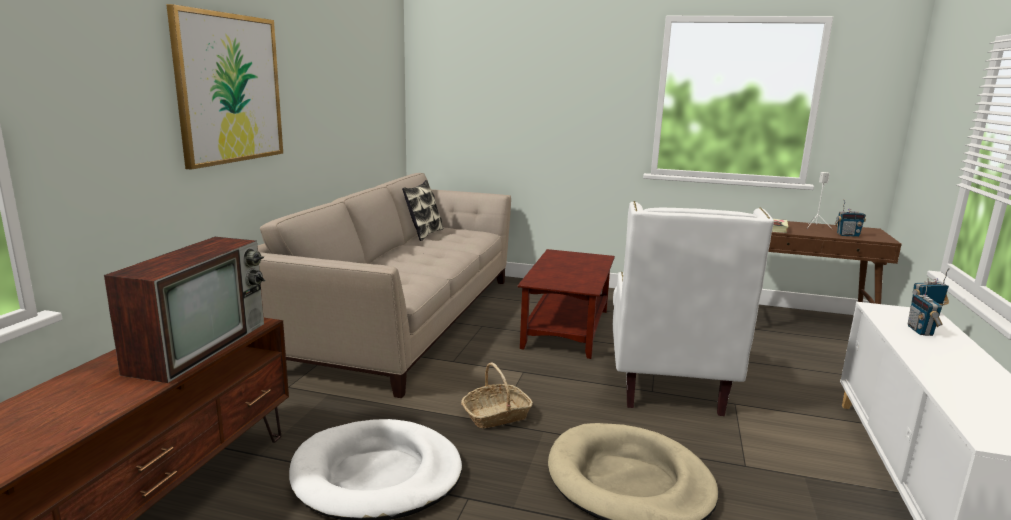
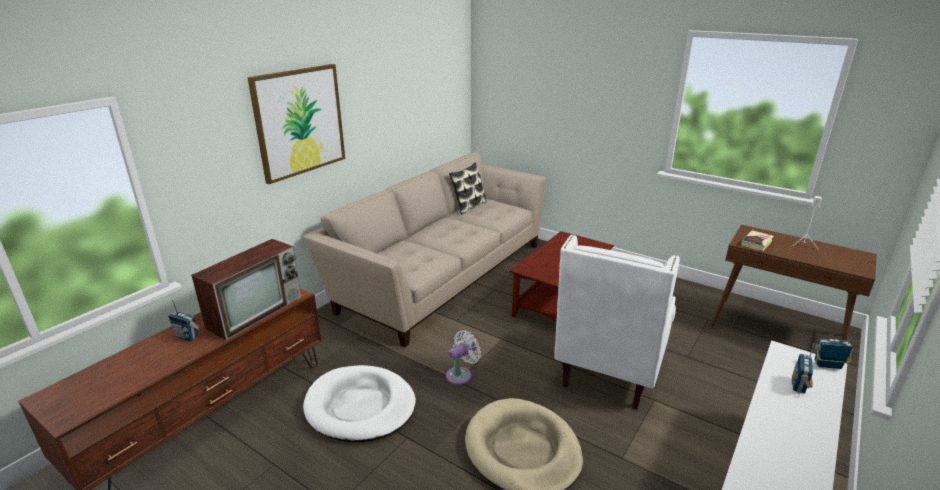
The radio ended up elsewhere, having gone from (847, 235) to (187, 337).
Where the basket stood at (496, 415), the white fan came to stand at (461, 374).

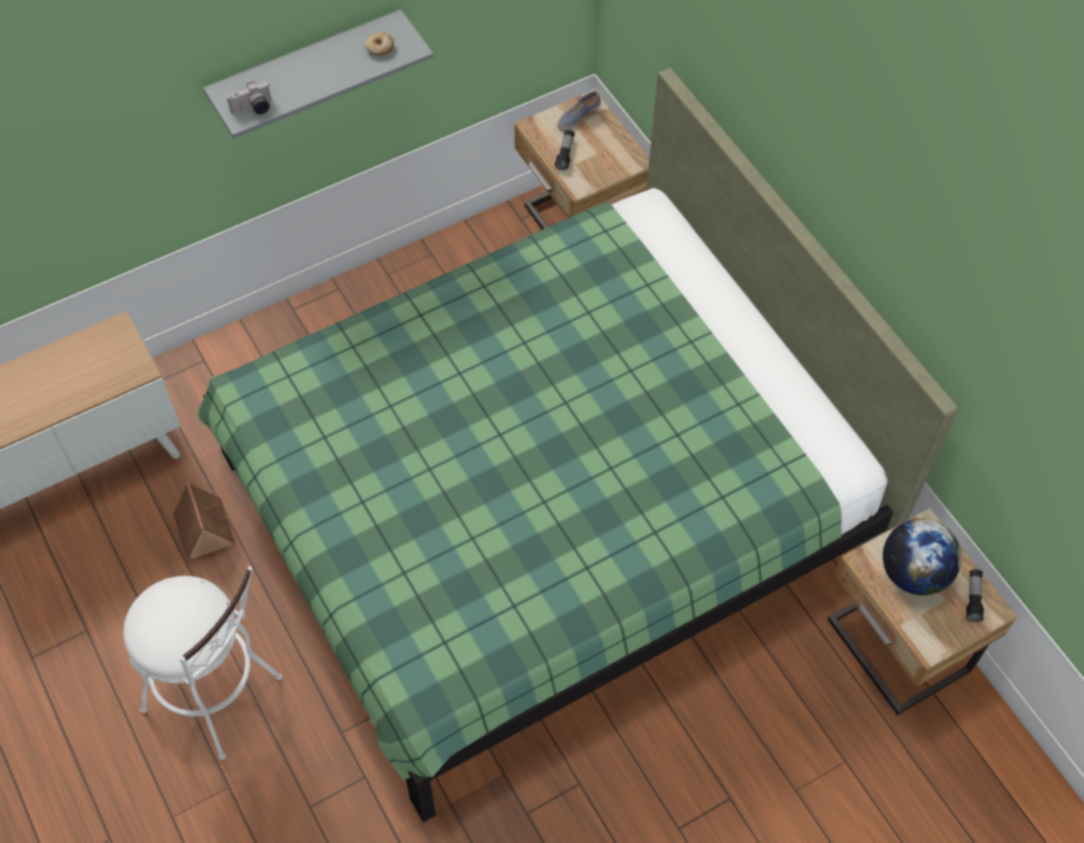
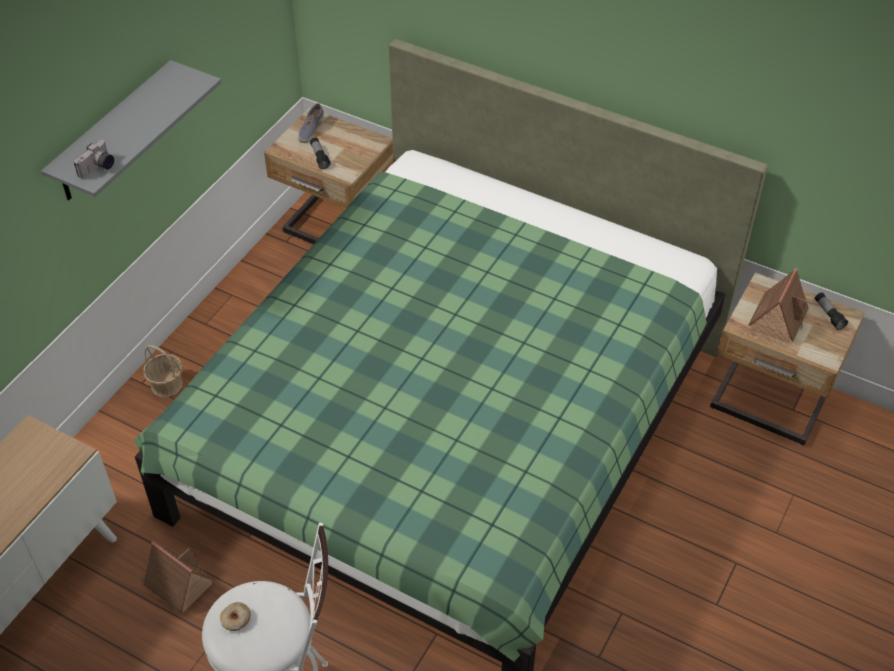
The second view gained the basket at (167, 385).
The donut ended up elsewhere, having gone from (380, 48) to (236, 620).
Where the globe stood at (913, 573), the toy house came to stand at (778, 318).

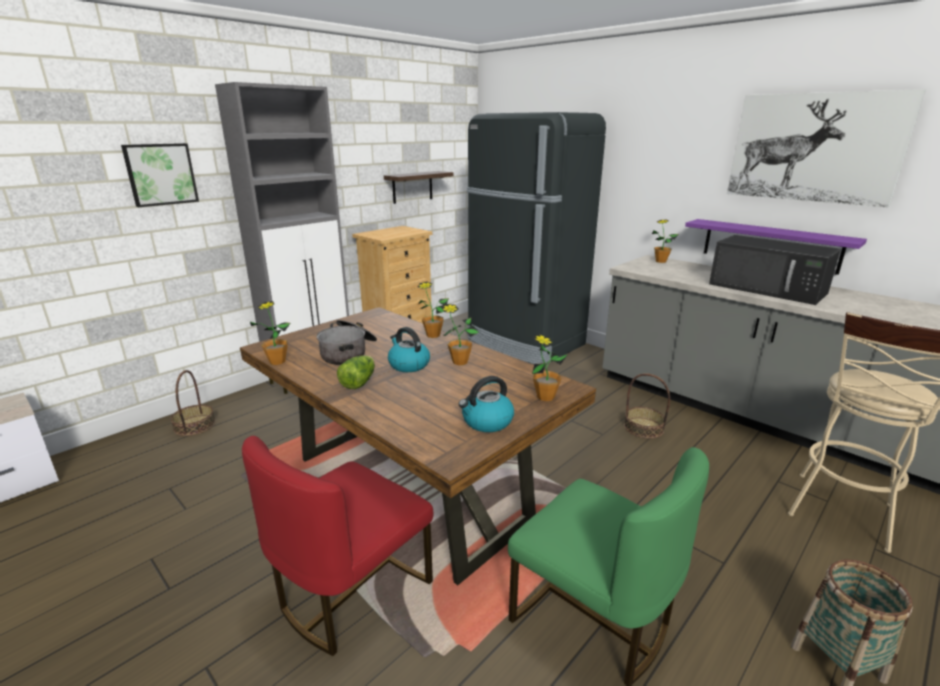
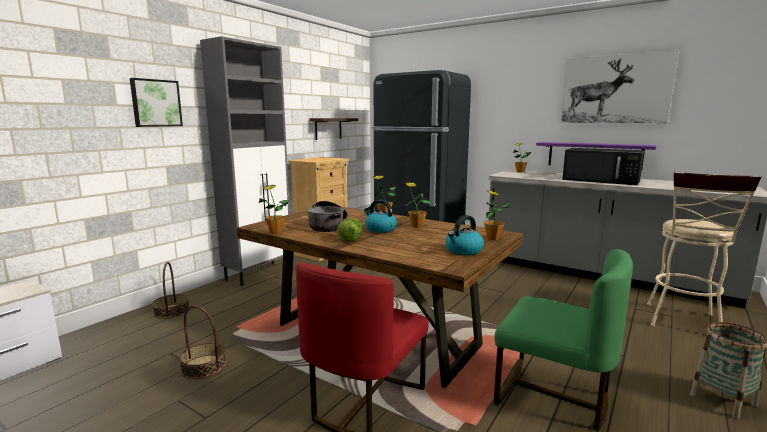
The basket ended up elsewhere, having gone from (643, 428) to (204, 366).

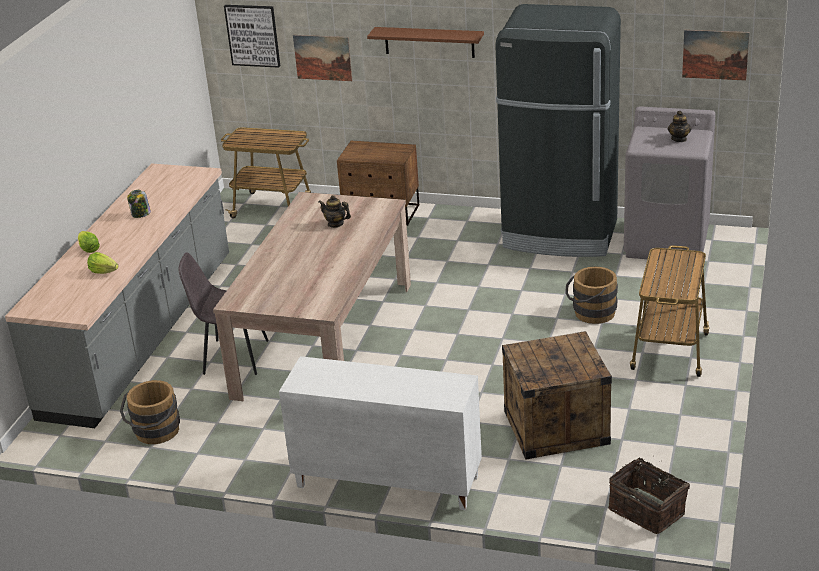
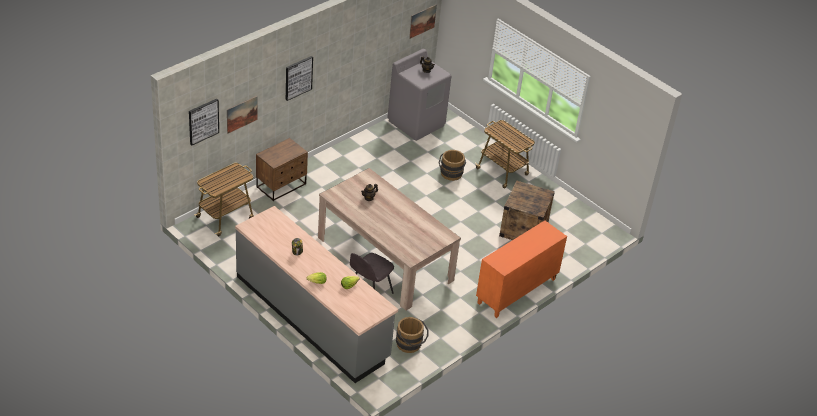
The second view lost the black fridge at (560, 235).
The second view lost the basket at (648, 510).
Where the brown shelf hung at (429, 42), the picture came to hang at (298, 77).
What was the white cabinet at (386, 482) turned into the orange cabinet at (516, 291).

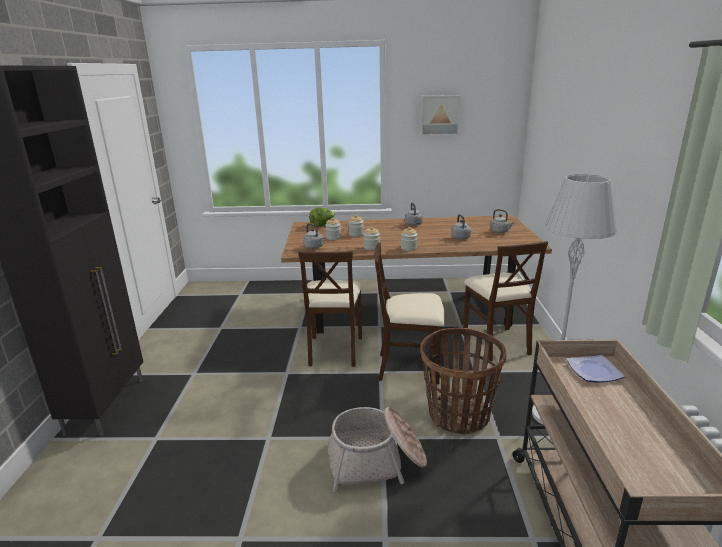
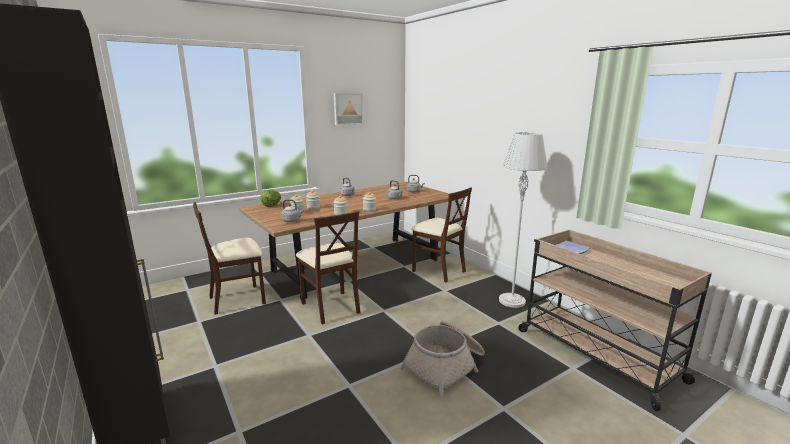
The second view lost the basket at (458, 415).
The beige chair ended up elsewhere, having gone from (409, 367) to (238, 299).

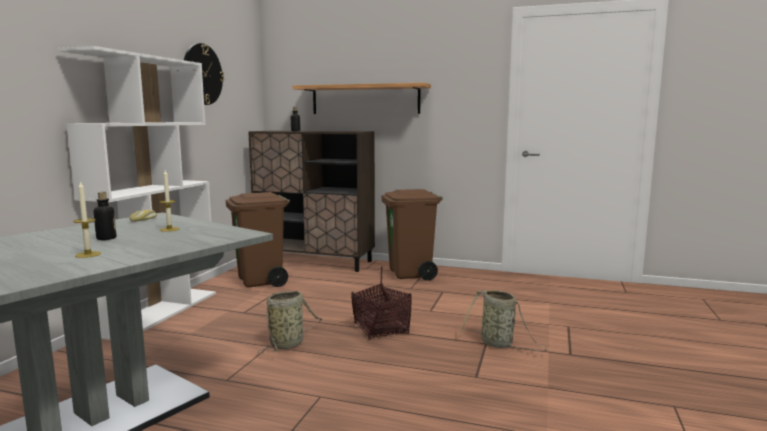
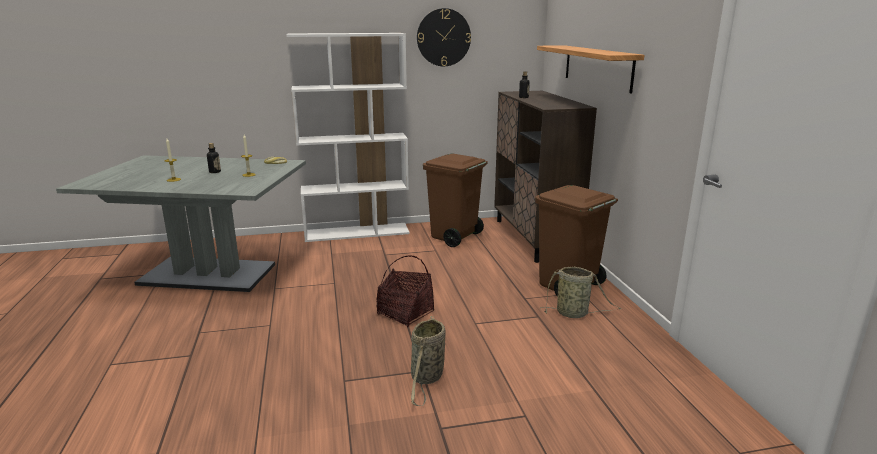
The basket ended up elsewhere, having gone from (288, 343) to (574, 314).

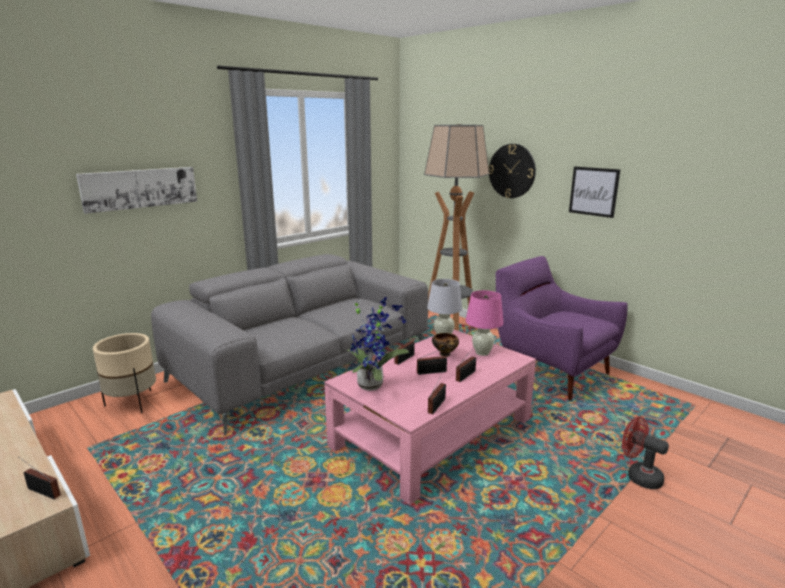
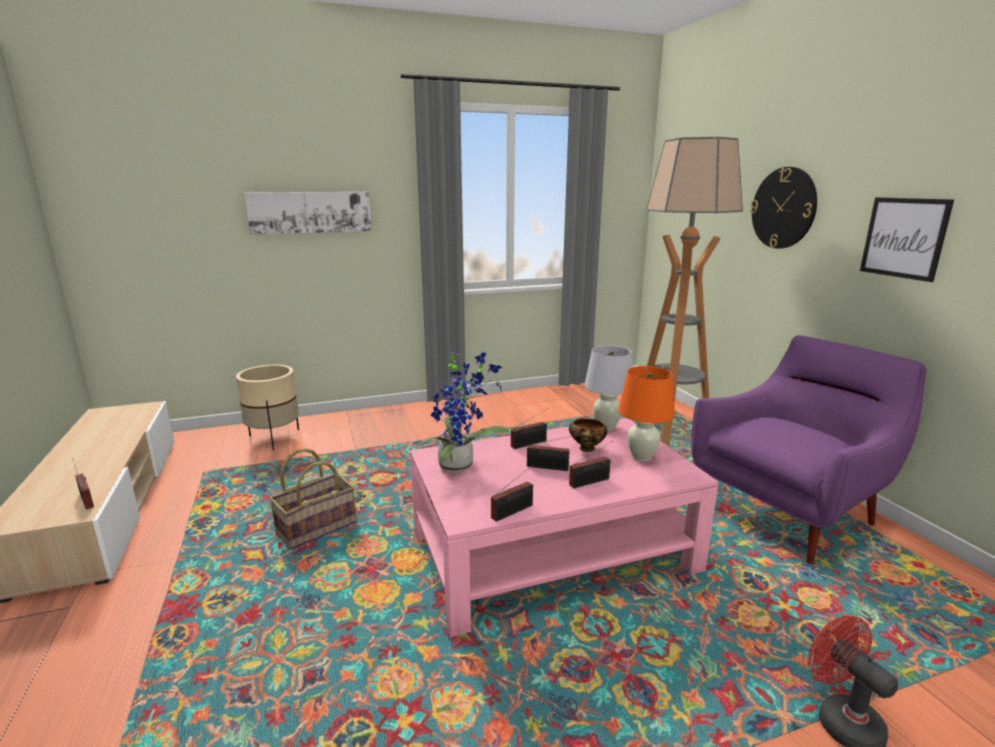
The second view lost the grey sofa at (304, 363).
The second view gained the basket at (316, 527).
What was the pink table lamp at (482, 352) turned into the orange table lamp at (642, 457).
The purple armchair at (550, 371) ended up facing another way, 75 degrees clockwise from before.

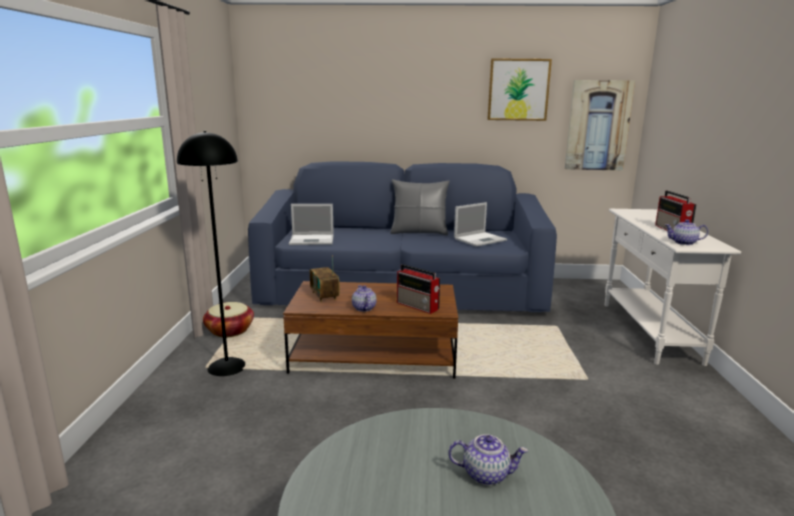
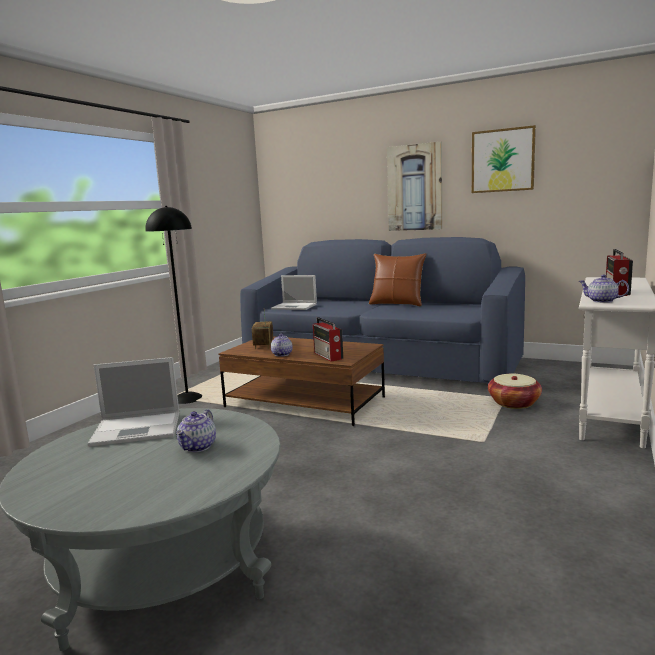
The basket ended up elsewhere, having gone from (230, 331) to (514, 403).
The laptop ended up elsewhere, having gone from (480, 239) to (138, 429).
The picture ended up elsewhere, having gone from (598, 125) to (415, 188).
What was the grey pillow at (419, 232) turned into the brown pillow at (397, 304).
The teapot at (486, 474) ended up facing another way, 75 degrees clockwise from before.

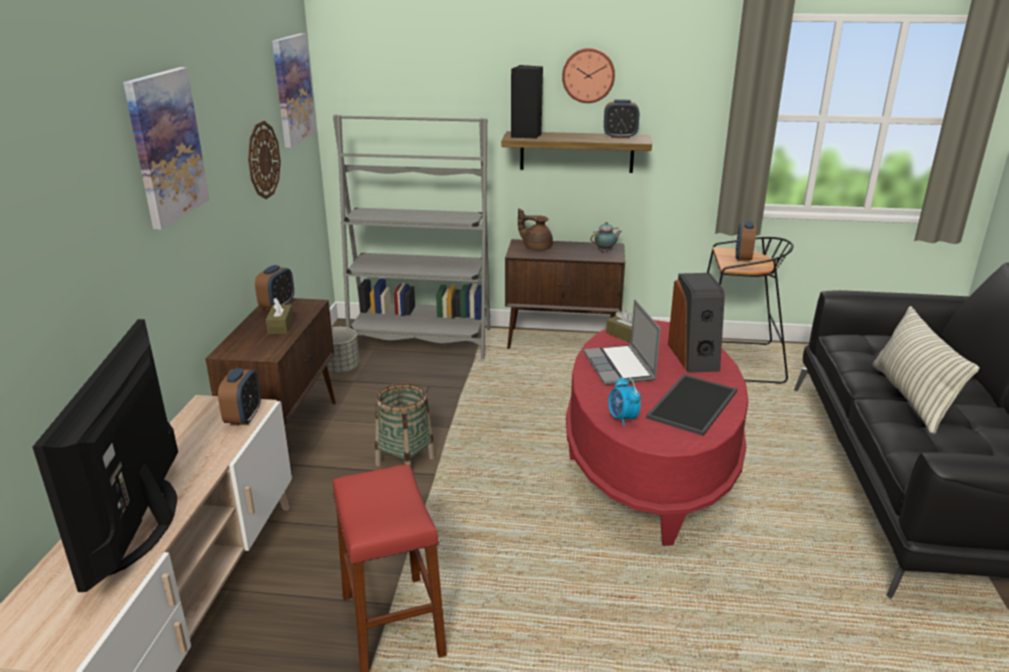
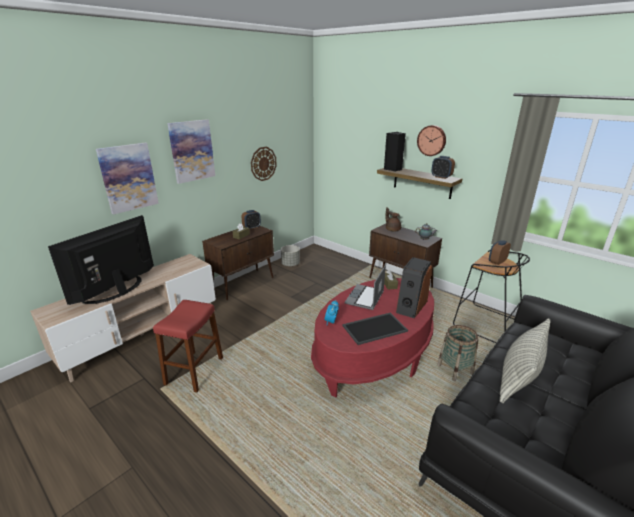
The second view lost the alarm clock at (244, 417).
The second view lost the grey bookcase at (421, 340).
The picture ended up elsewhere, having gone from (292, 89) to (128, 177).
The basket ended up elsewhere, having gone from (405, 461) to (455, 369).

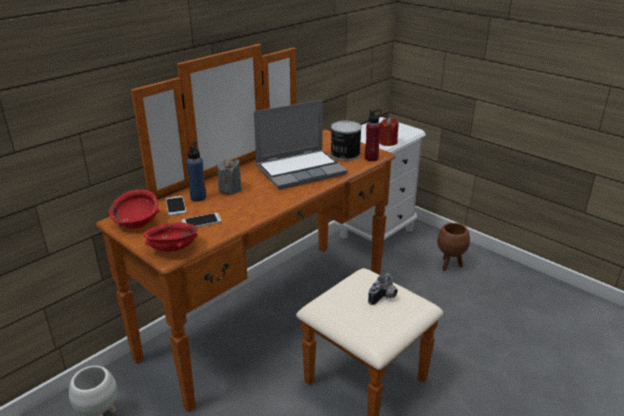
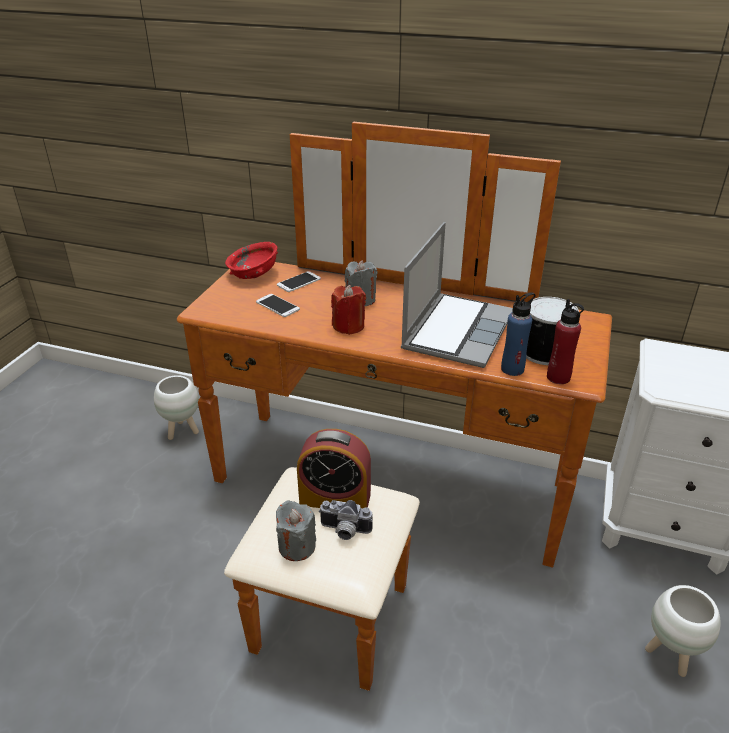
The second view lost the red bowl at (173, 248).
The second view gained the grey candle at (297, 546).
The second view gained the alarm clock at (335, 499).
The blue bottle ended up elsewhere, having gone from (198, 197) to (512, 369).
The red candle ended up elsewhere, having gone from (387, 142) to (348, 326).
What was the brown planter at (450, 265) turned into the white planter at (670, 656).
The laptop at (301, 170) ended up facing another way, 105 degrees counterclockwise from before.

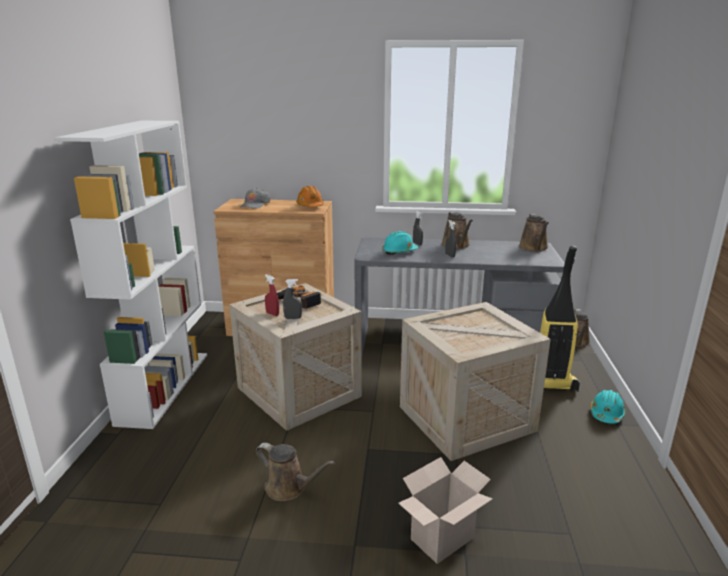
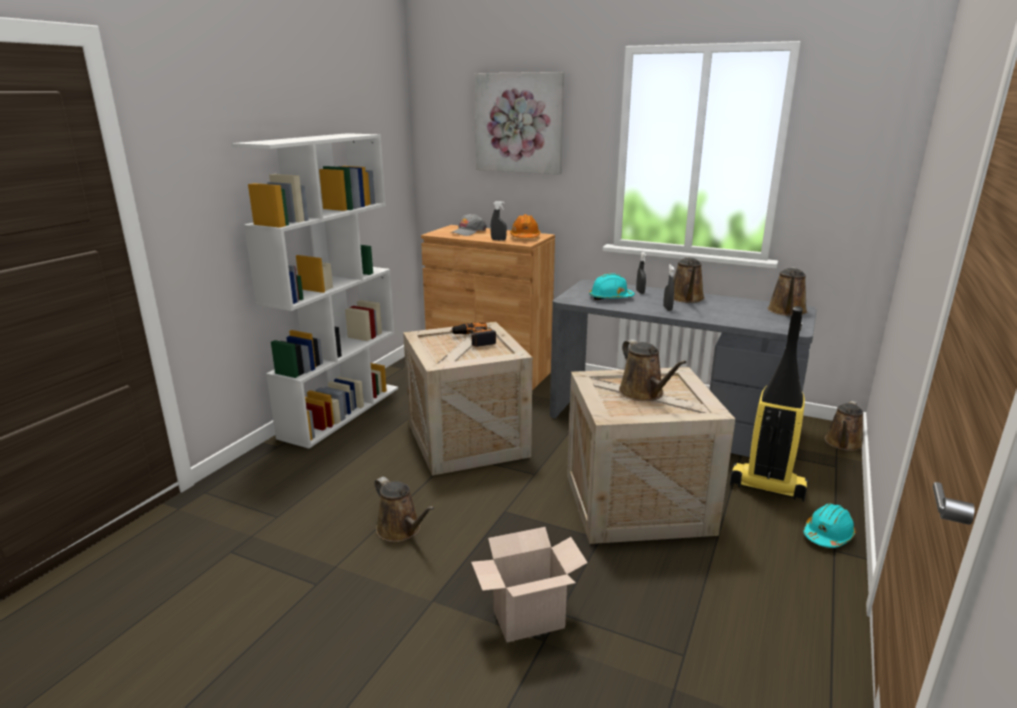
The second view lost the red spray bottle at (272, 314).
The second view gained the picture at (519, 123).
The second view gained the brown watering can at (644, 393).
The grey spray bottle ended up elsewhere, having gone from (293, 318) to (498, 240).

